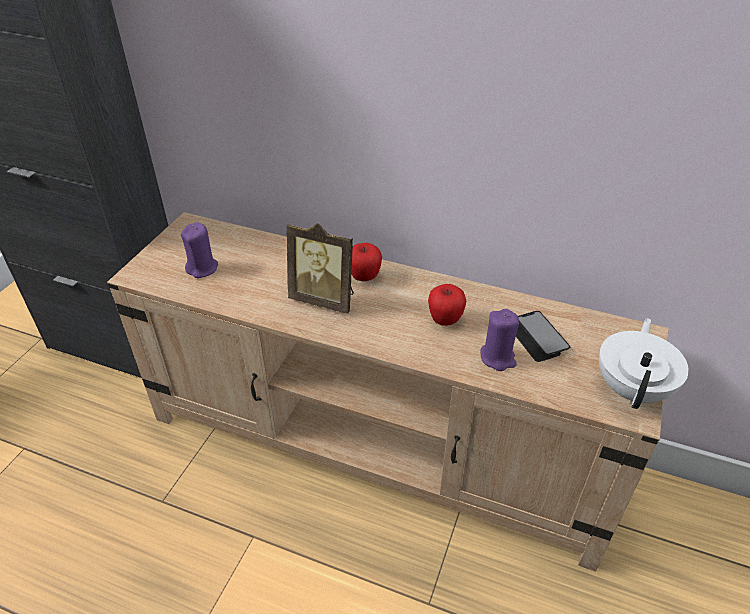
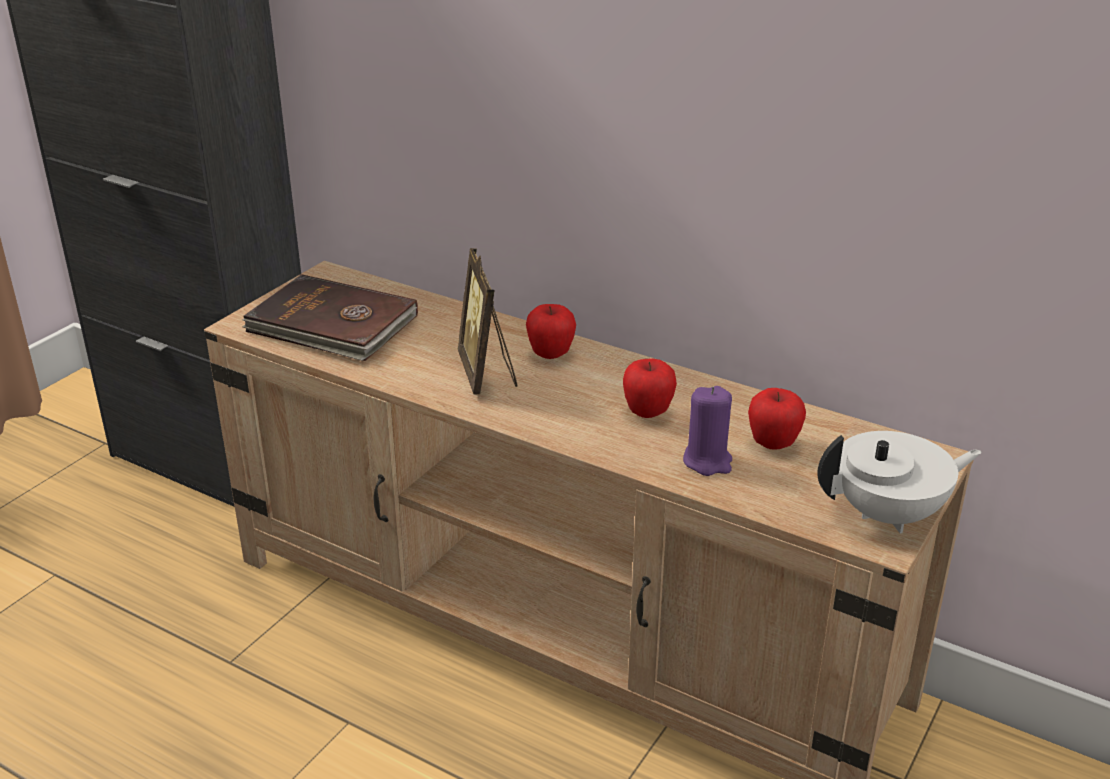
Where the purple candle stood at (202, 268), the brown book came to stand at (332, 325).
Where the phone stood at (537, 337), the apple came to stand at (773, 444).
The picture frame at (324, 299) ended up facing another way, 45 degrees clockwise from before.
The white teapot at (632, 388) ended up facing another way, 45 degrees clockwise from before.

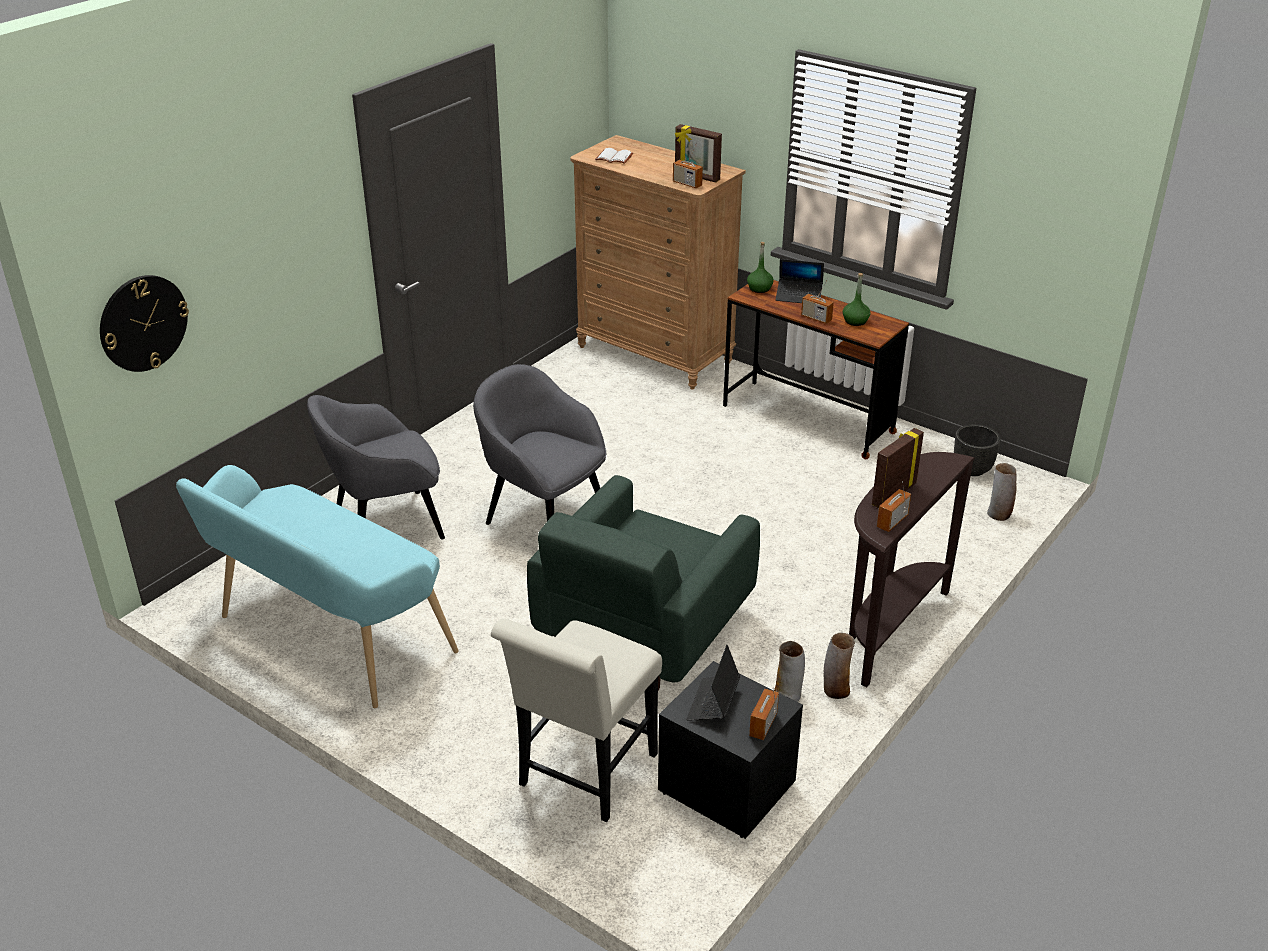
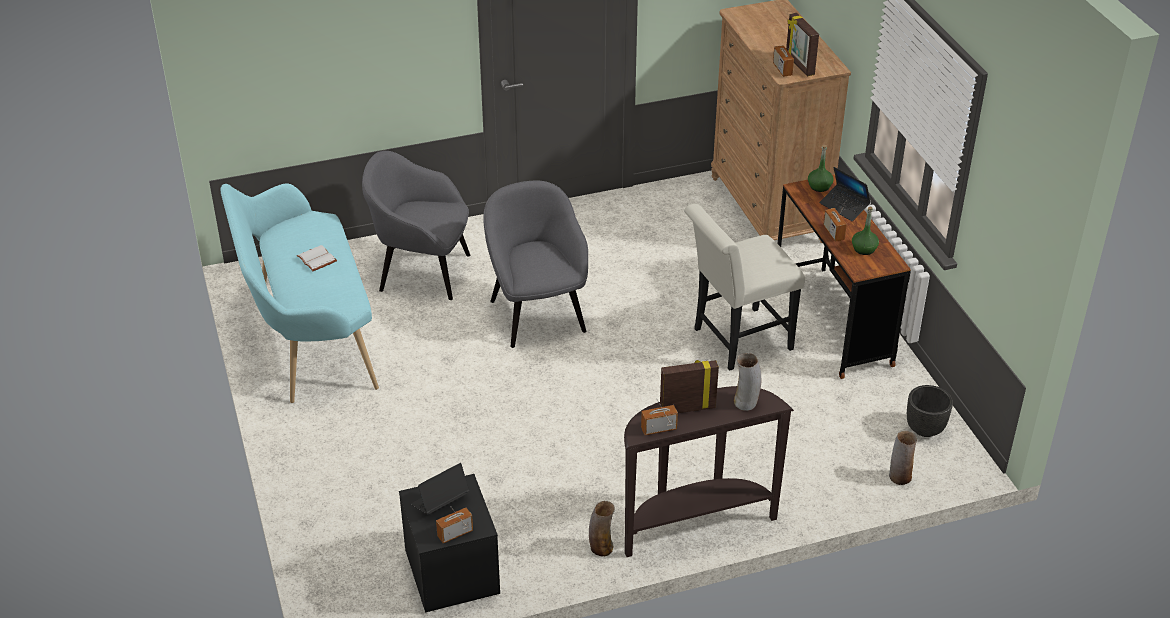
The second view lost the wall clock at (143, 323).
The second view lost the green armchair at (642, 633).
The white chair ended up elsewhere, having gone from (583, 776) to (736, 341).
The white book ended up elsewhere, having gone from (615, 157) to (318, 259).
The vase ended up elsewhere, having gone from (788, 694) to (746, 402).

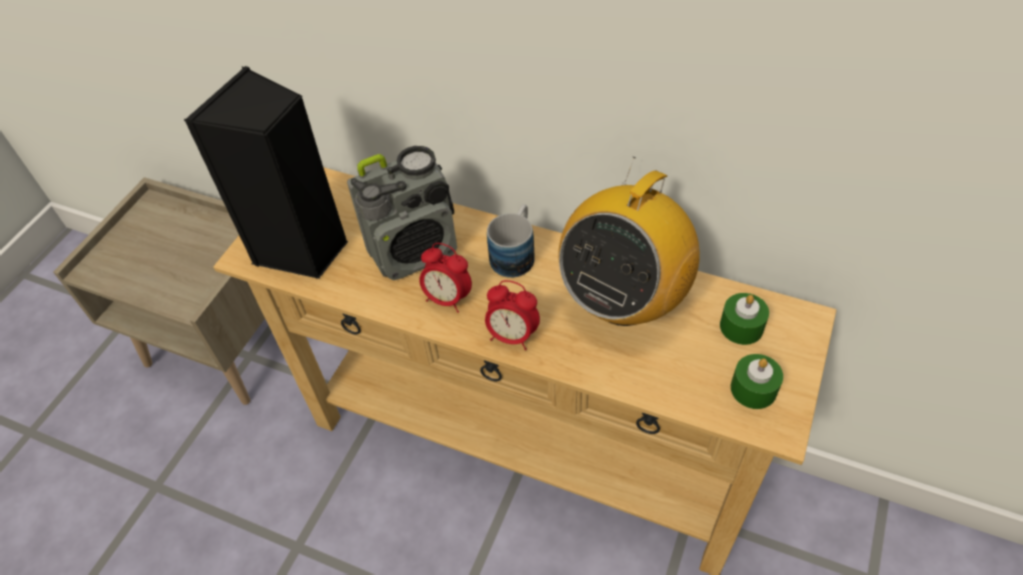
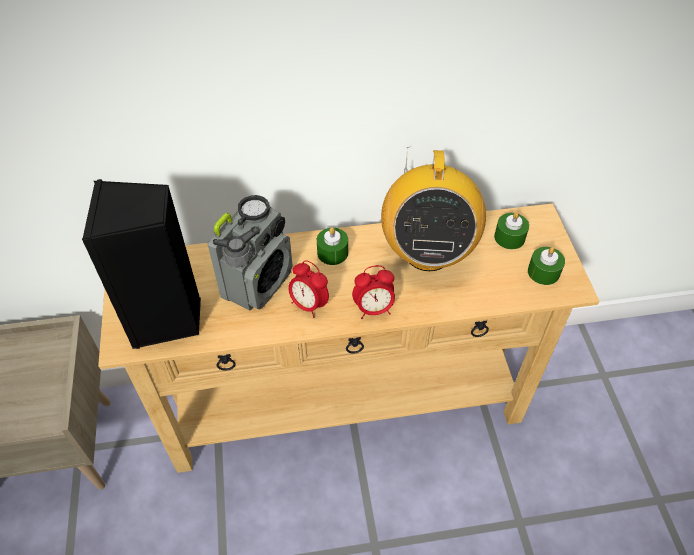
Where the mug stood at (515, 253), the green candle came to stand at (332, 253).
The alarm clock at (447, 299) ended up facing another way, 45 degrees clockwise from before.

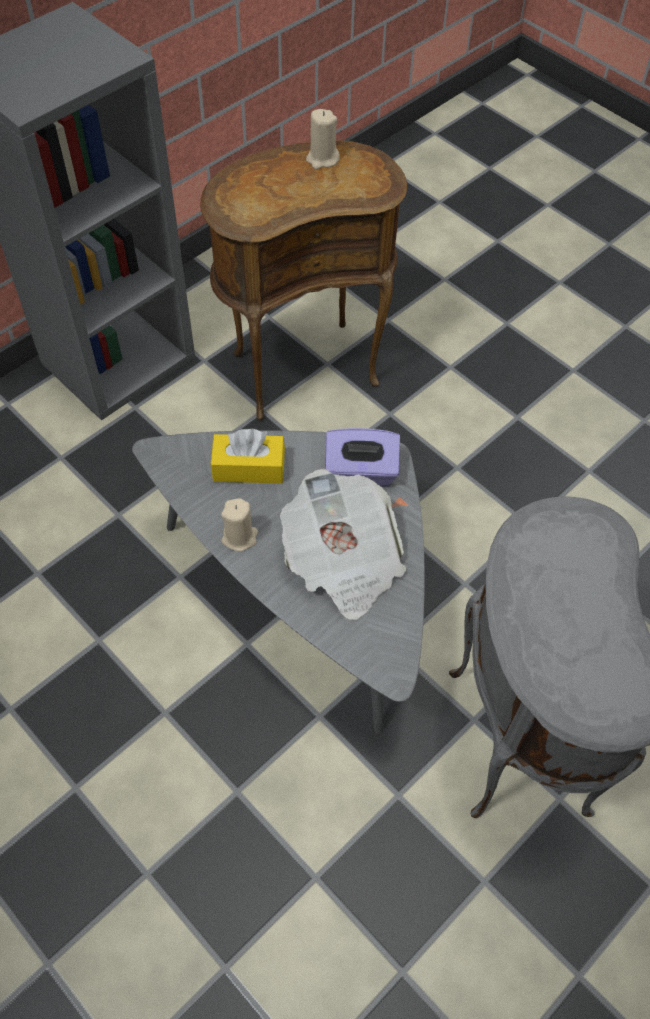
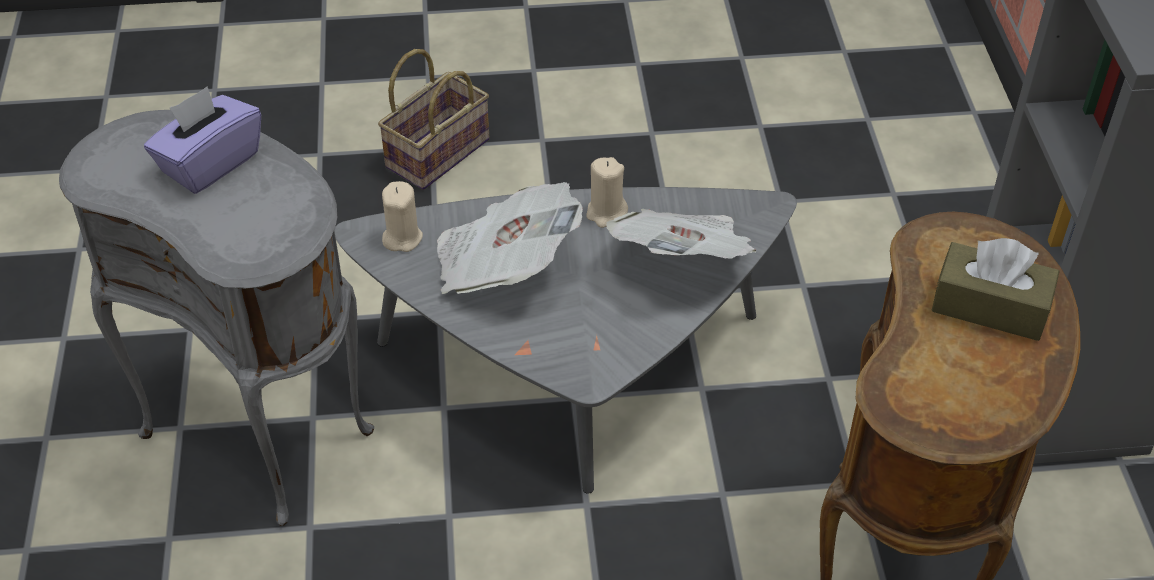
The second view gained the basket at (438, 151).
The second view gained the brown tissue box at (990, 307).
The beige candle ended up elsewhere, having gone from (322, 159) to (402, 238).
The purple tissue box ended up elsewhere, having gone from (361, 472) to (210, 163).
Where the yellow tissue box stood at (249, 467), the newspaper came to stand at (683, 261).

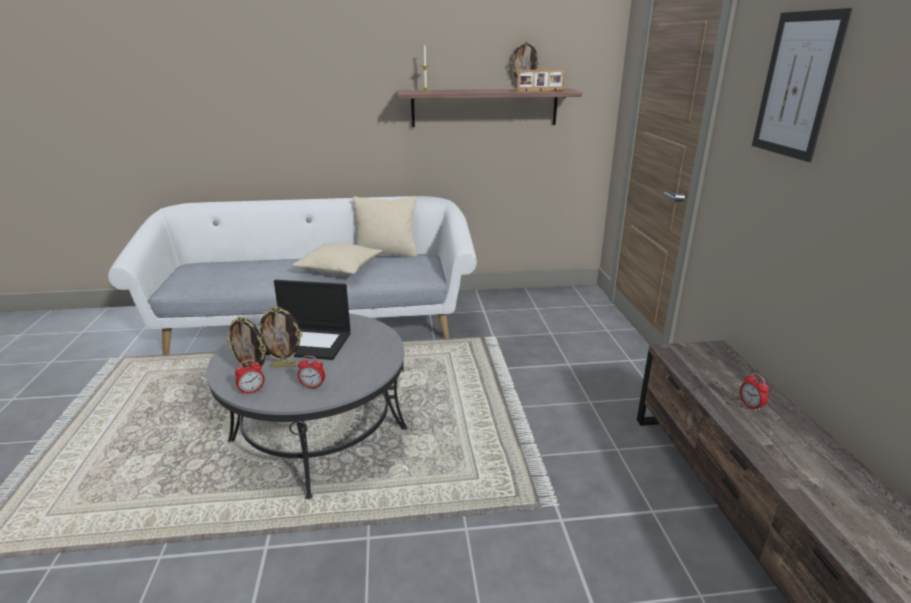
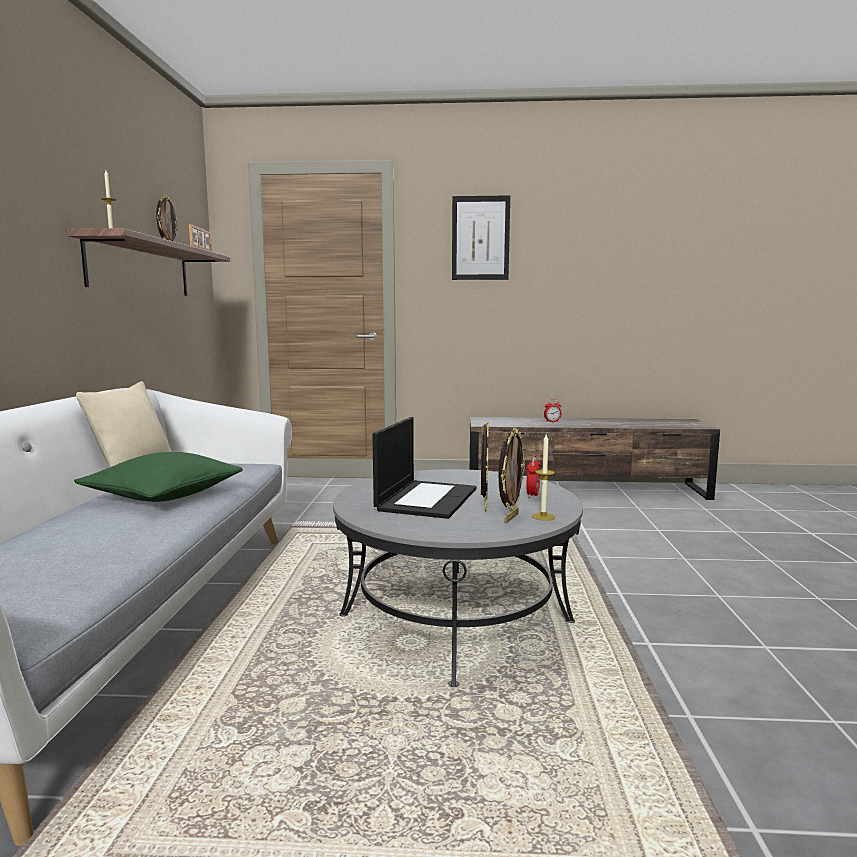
Where the alarm clock stood at (252, 391), the candle came to stand at (543, 516).
What was the beige pillow at (339, 269) turned into the green pillow at (164, 495).

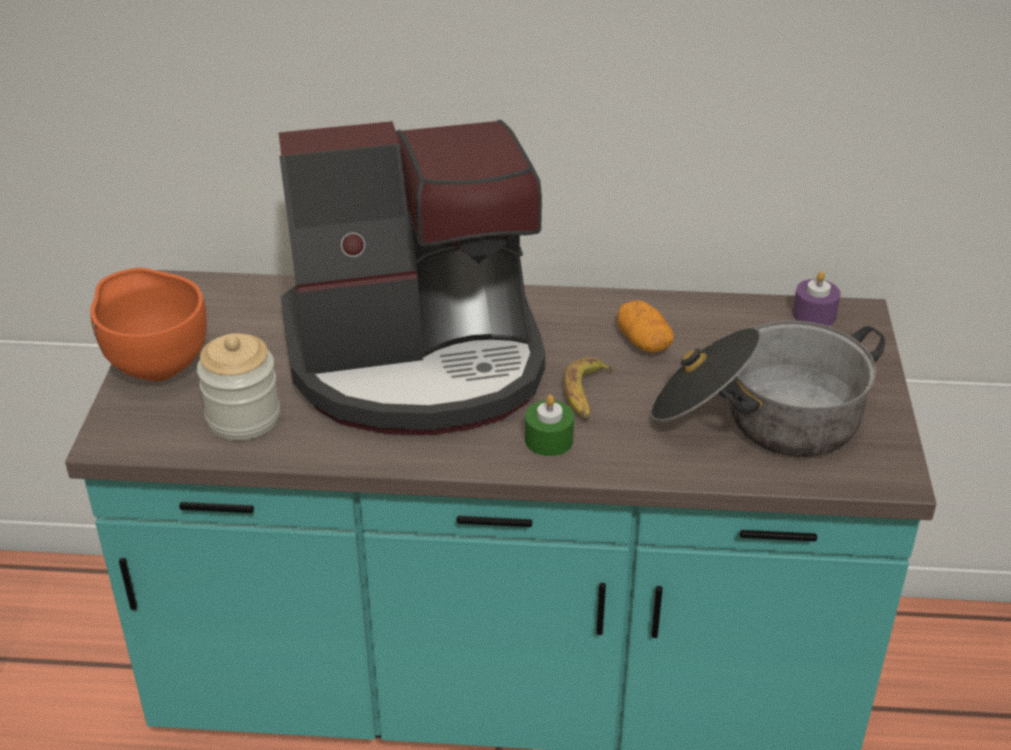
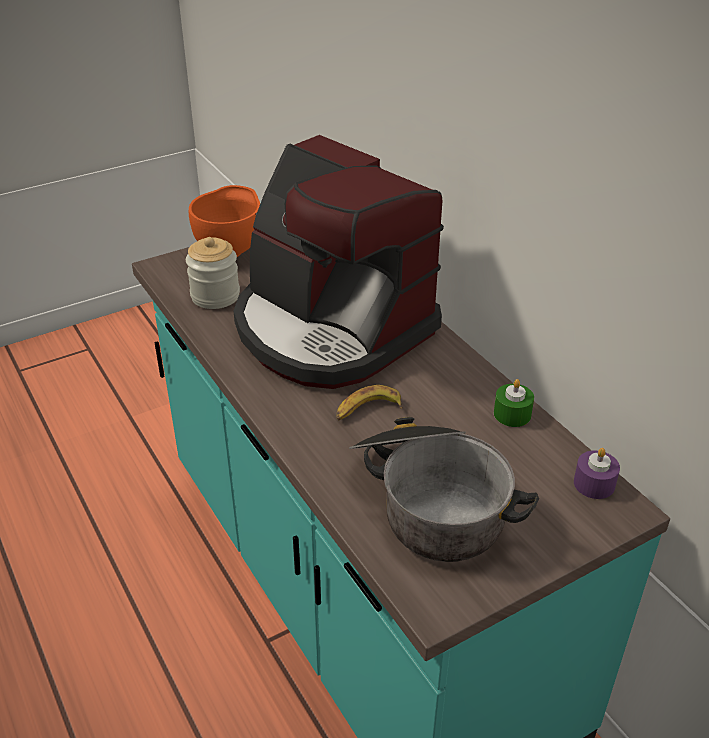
The second view lost the potato at (643, 342).
The green candle ended up elsewhere, having gone from (549, 440) to (512, 414).

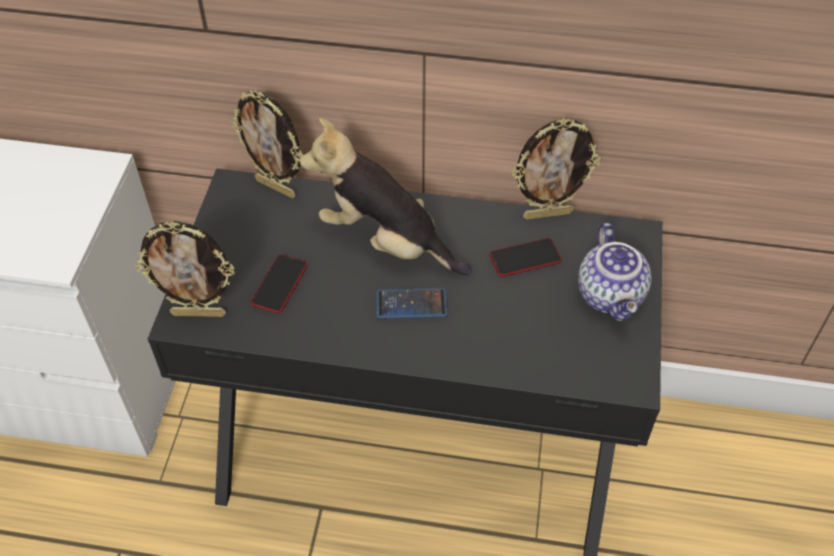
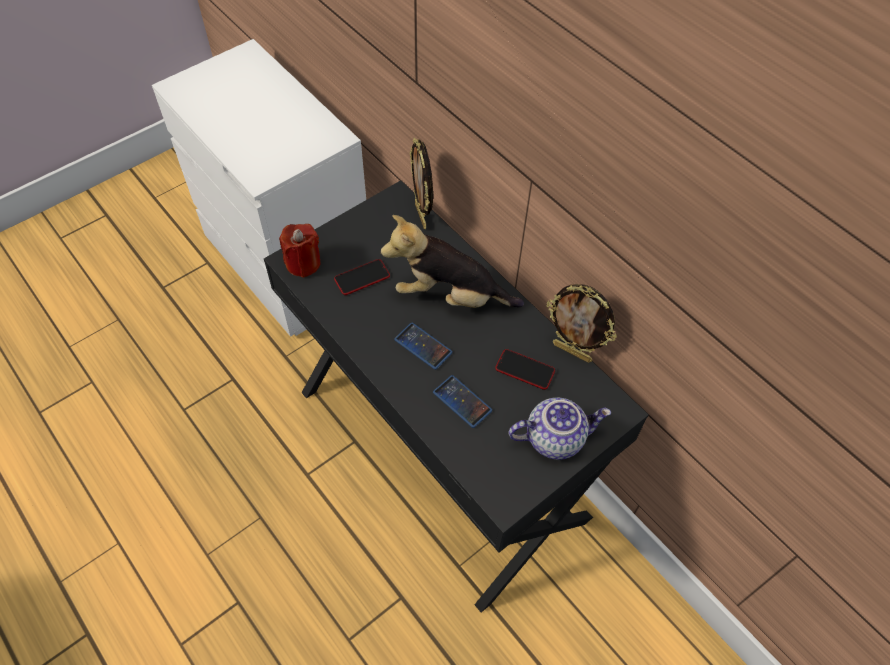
The second view gained the phone at (462, 401).
Where the picture frame stood at (199, 313), the red candle came to stand at (303, 263).
The plush toy at (386, 241) ended up facing another way, 60 degrees counterclockwise from before.
The teapot at (612, 296) ended up facing another way, 135 degrees counterclockwise from before.

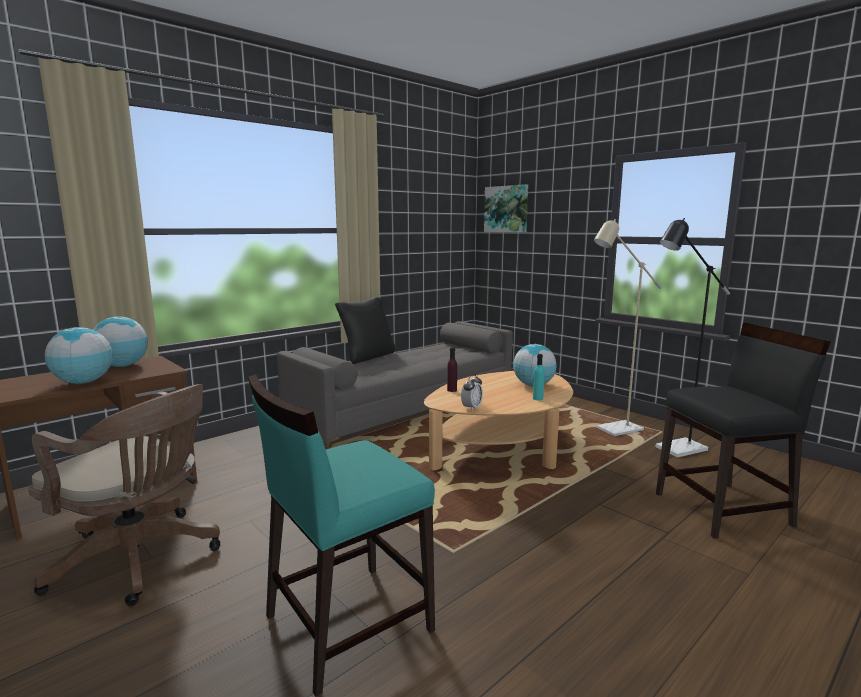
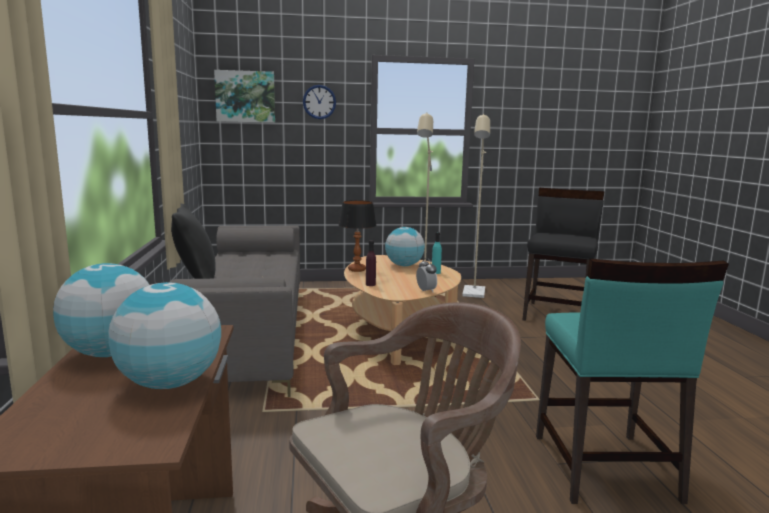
The second view gained the wall clock at (319, 102).
The second view gained the table lamp at (357, 269).
What was the black floor lamp at (675, 450) turned into the beige floor lamp at (473, 294).

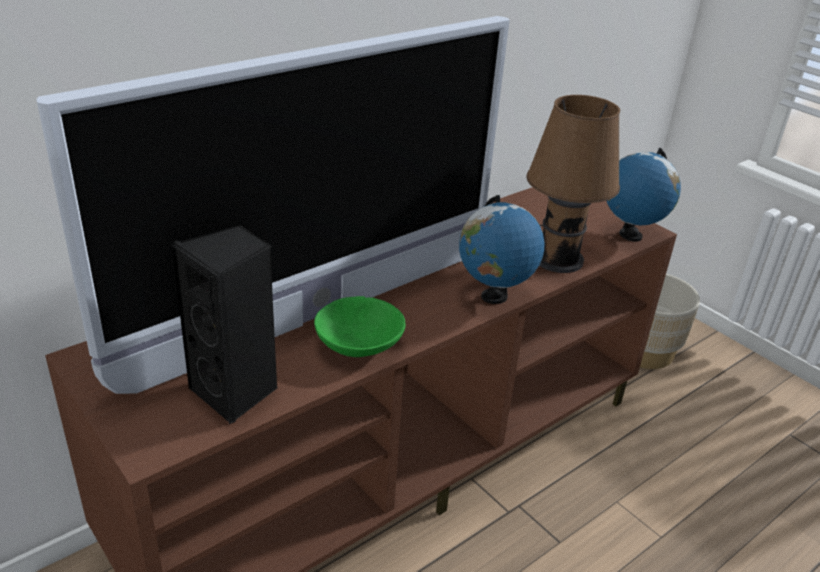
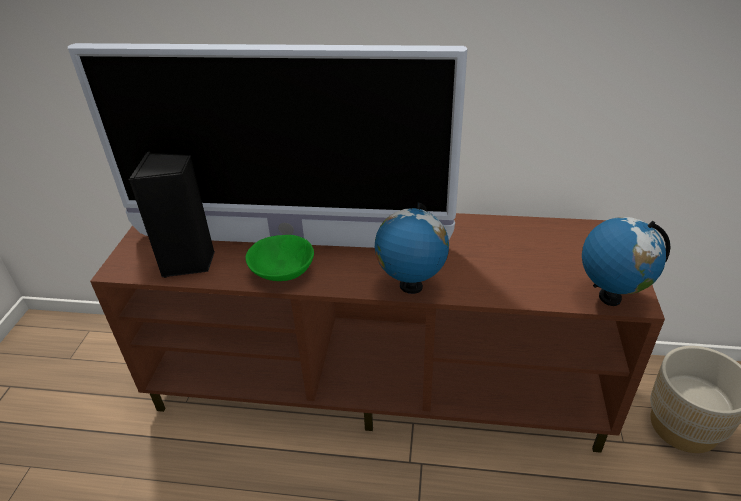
The second view lost the brown table lamp at (556, 256).

